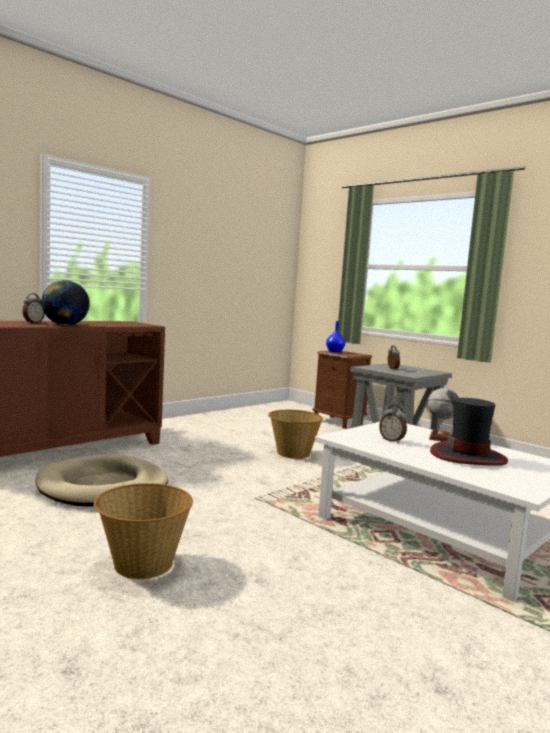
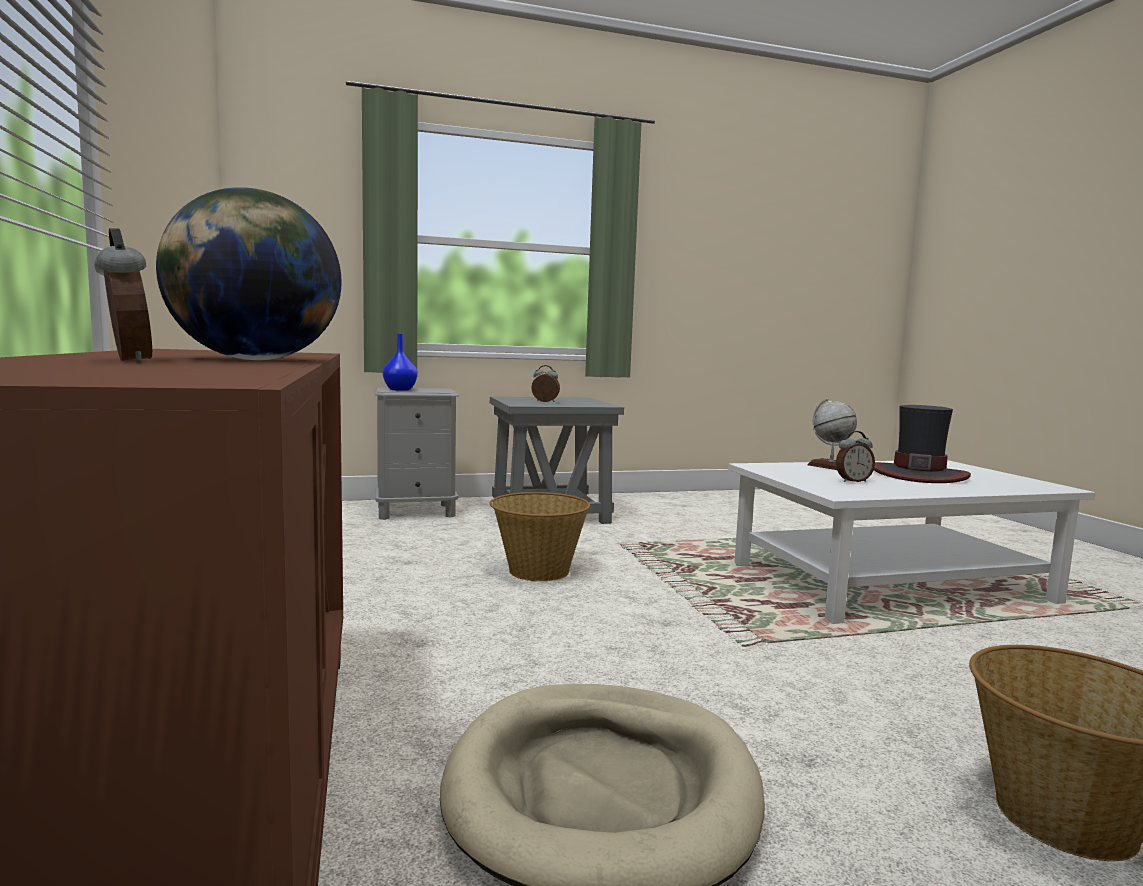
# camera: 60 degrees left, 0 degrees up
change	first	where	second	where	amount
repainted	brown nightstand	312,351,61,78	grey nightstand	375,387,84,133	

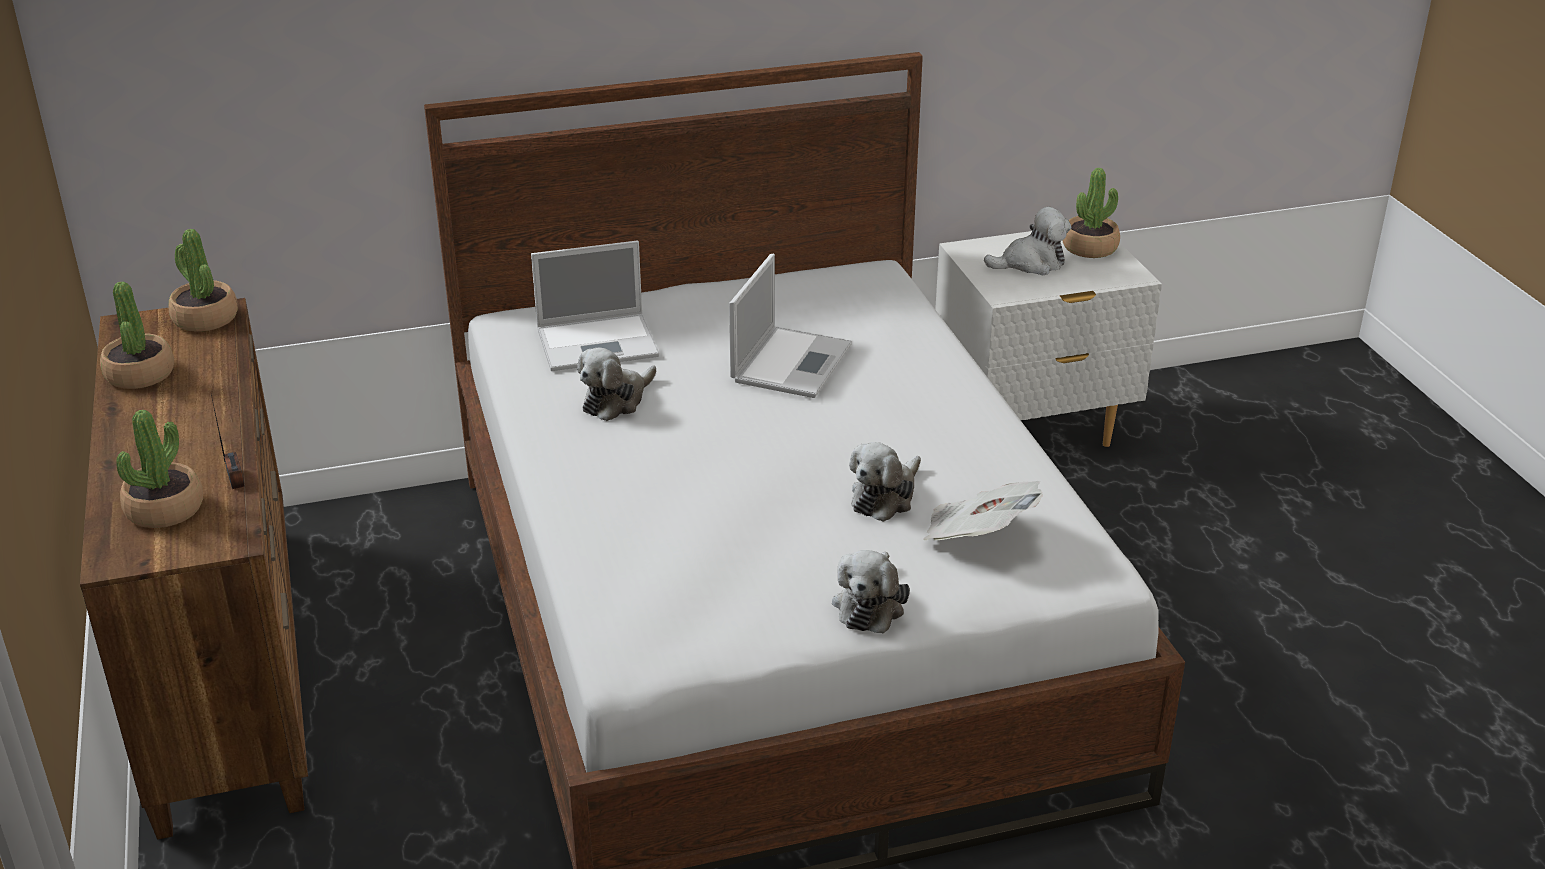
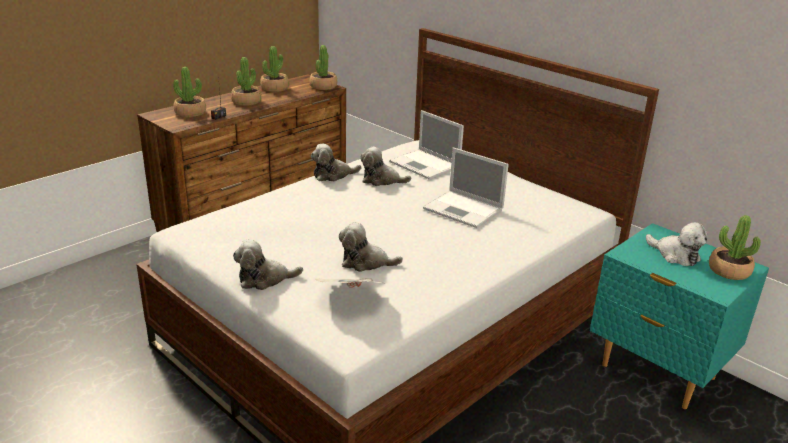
# camera: 60 degrees right, 5 degrees down
change	first	where	second	where	amount
rotated	laptop	729,254,123,144		423,148,86,80	45 degrees clockwise
repainted	white nightstand	935,231,227,216	turquoise nightstand	590,223,179,186	
new			potted plant	231,57,31,49	
new			plush toy	311,144,50,37	

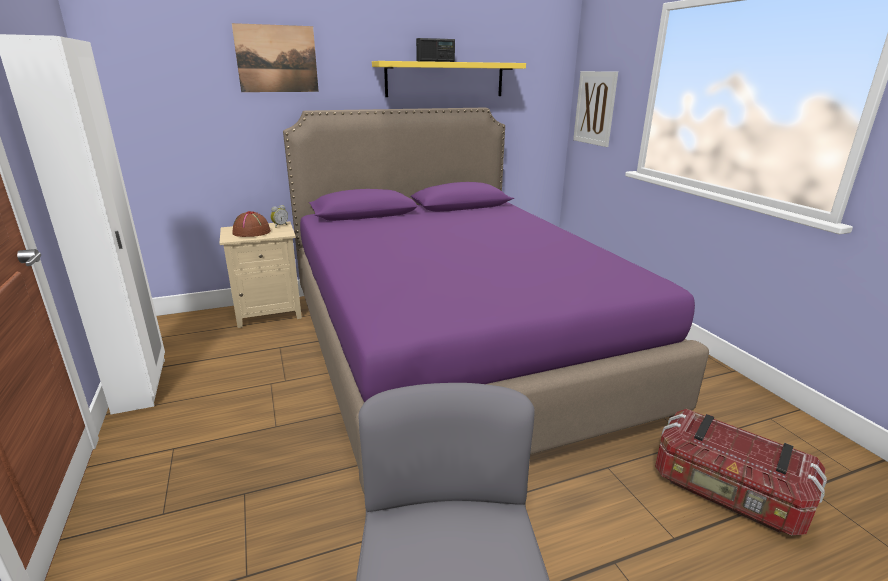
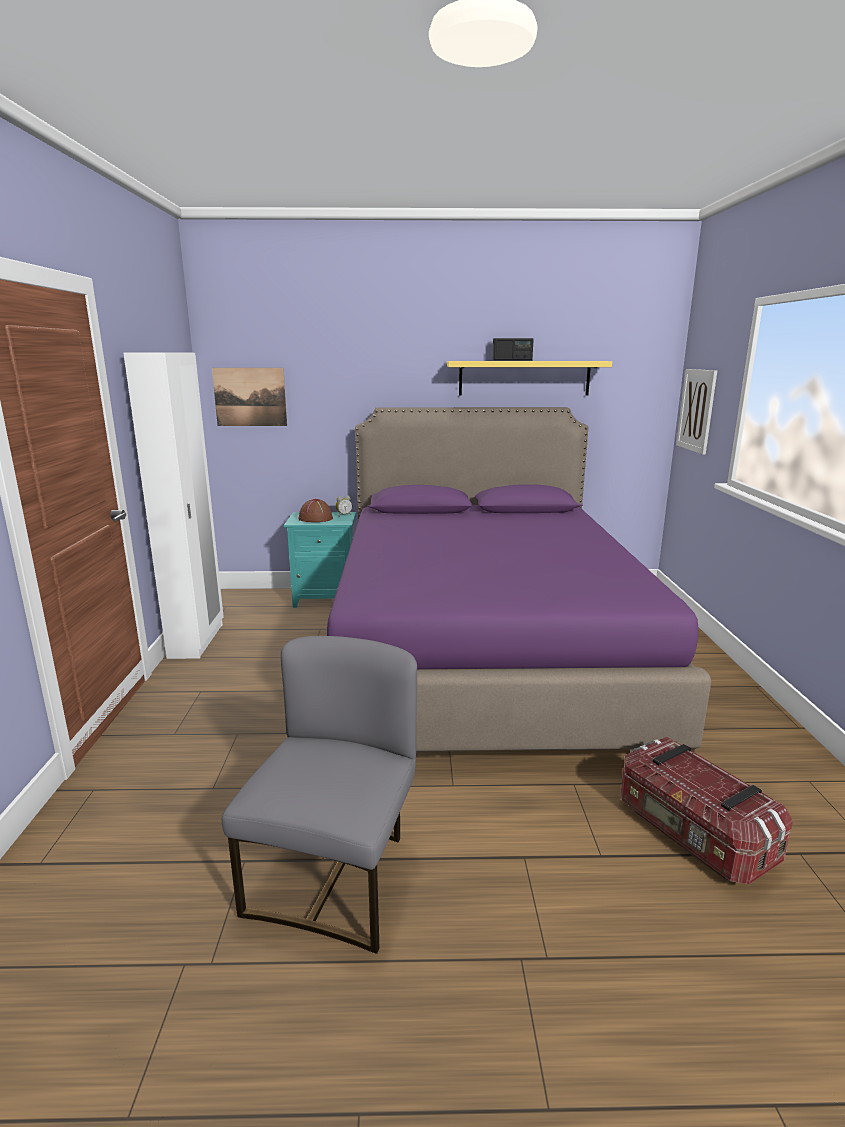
# camera: 20 degrees right, 5 degrees down
change	first	where	second	where	amount
repainted	beige nightstand	220,221,82,107	turquoise nightstand	284,512,72,96	
shifted	picture	232,23,87,69		212,368,75,58	

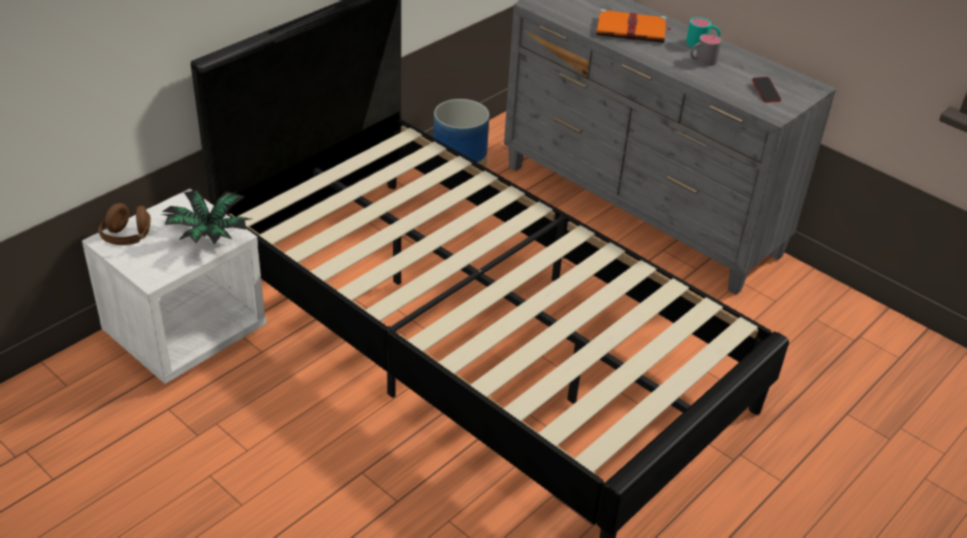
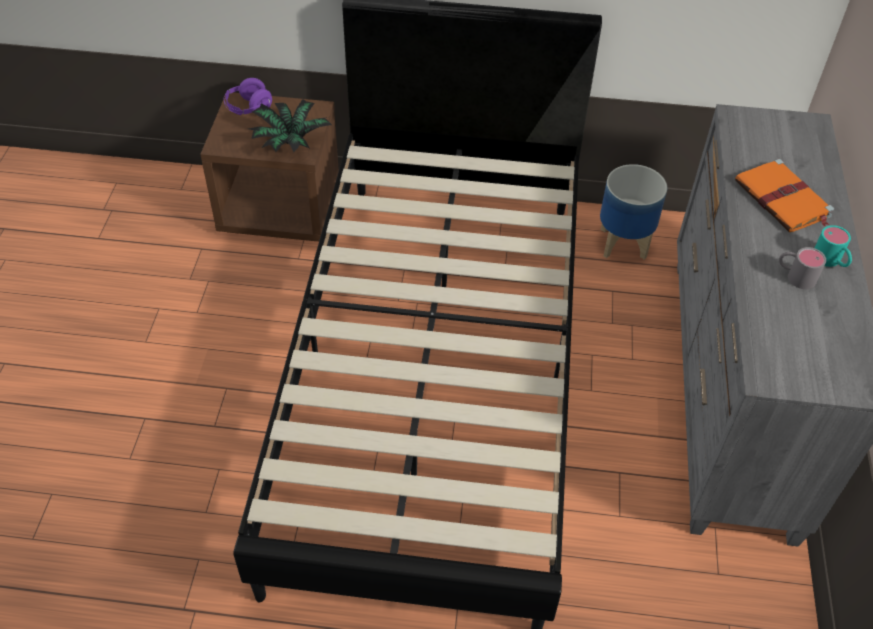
# camera: 55 degrees right, 10 degrees up
change	first	where	second	where	amount
repainted	white nightstand	82,189,185,195	brown nightstand	200,92,139,149	
repainted	brown headphones	98,203,53,42	purple headphones	224,78,48,37	
gone	phone	752,77,29,25			

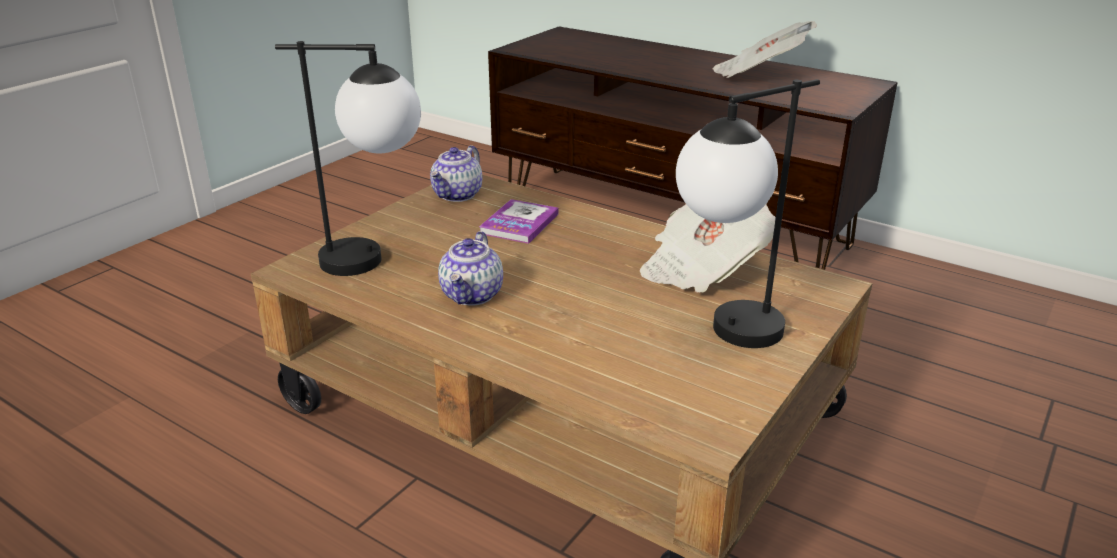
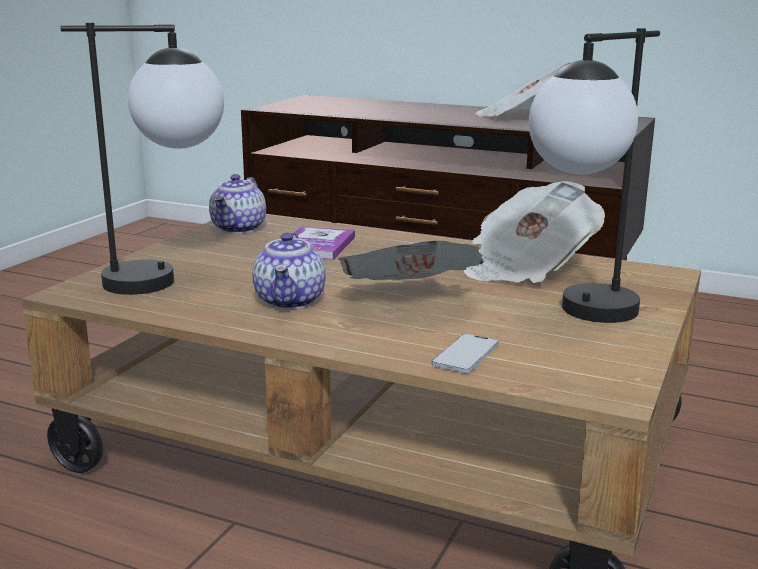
# camera: 10 degrees left, 10 degrees down
change	first	where	second	where	amount
new			newspaper	338,241,146,39	
new			phone	432,334,67,39	

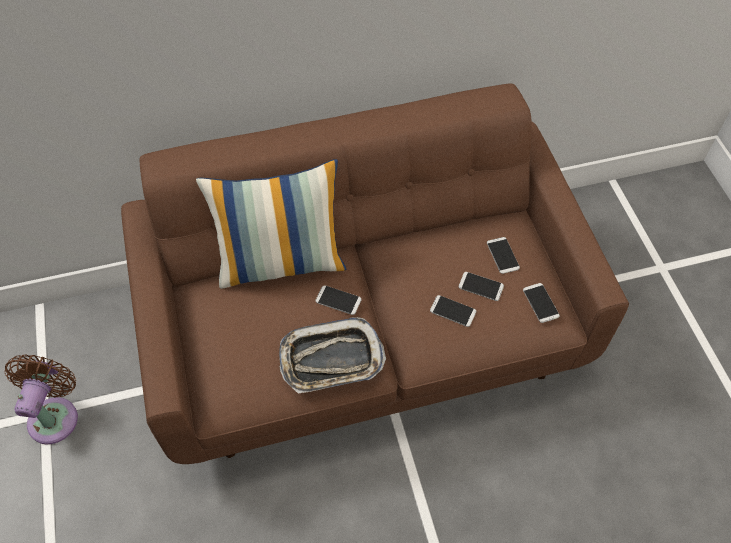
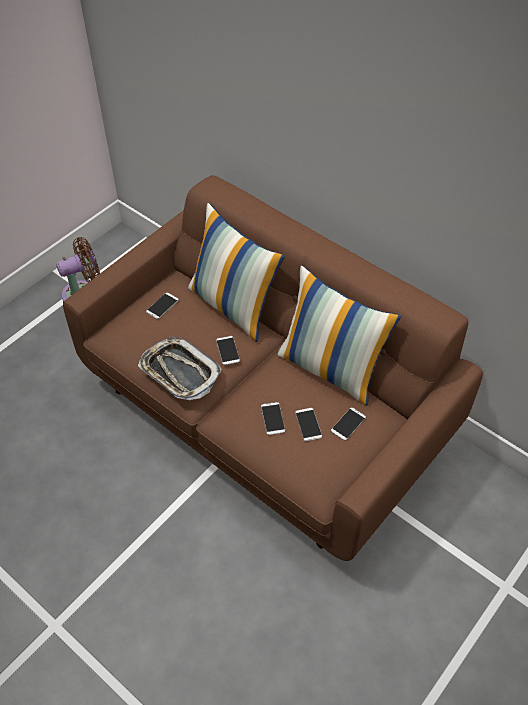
# camera: 55 degrees right, 5 degrees down
change	first	where	second	where	amount
shifted	phone	523,283,37,40		146,293,33,26	
new			pillow	277,266,124,140	

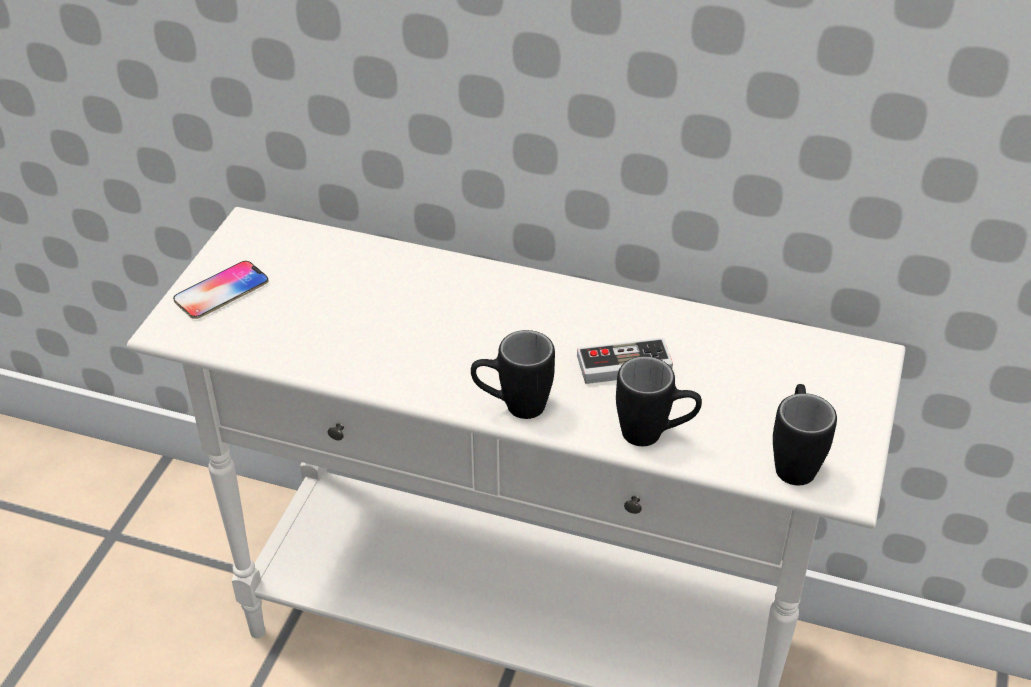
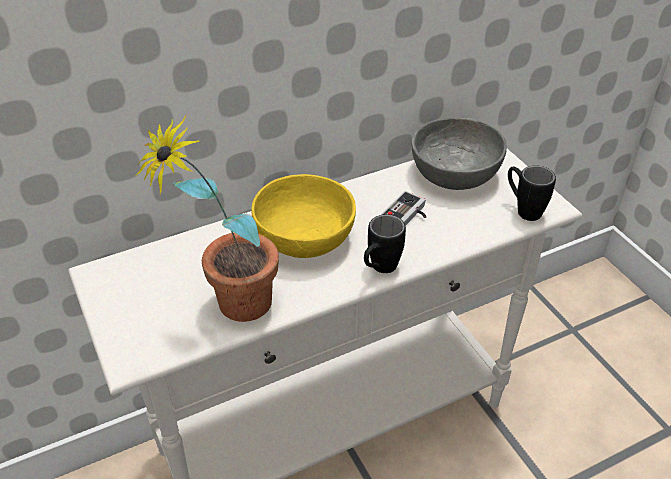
# camera: 45 degrees left, 0 degrees up
change	first	where	second	where	amount
gone	phone	173,261,96,58			
gone	black mug	616,356,86,90			
new			potted plant	134,115,145,207	
new			yellow bowl	251,174,105,84	
new			grey bowl	411,117,96,73	

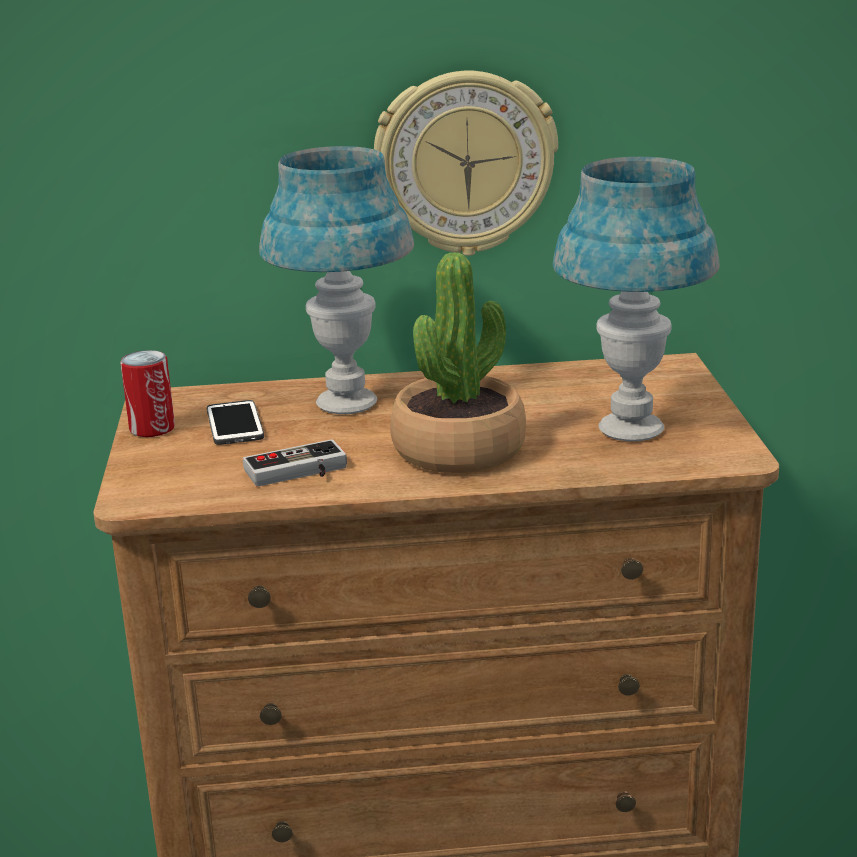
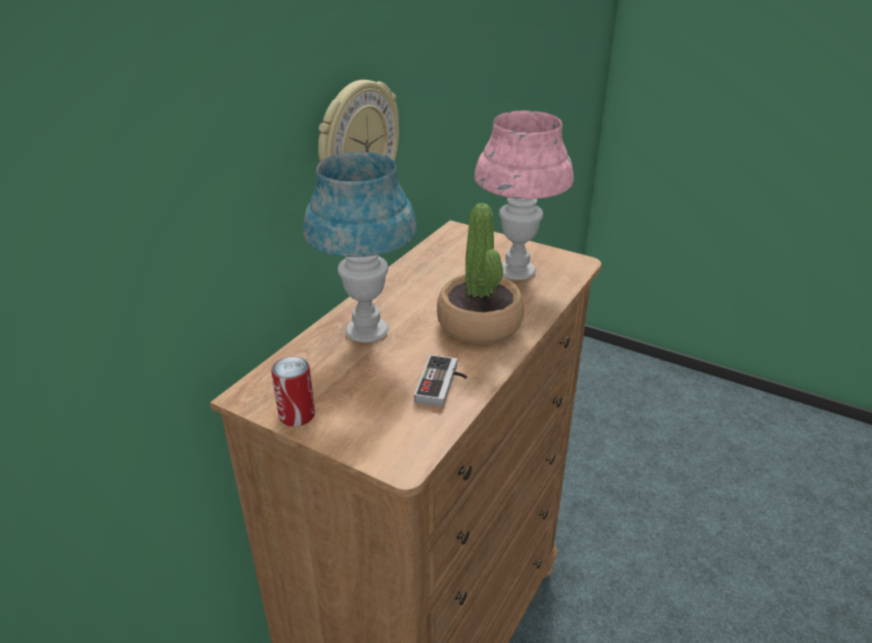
# camera: 55 degrees left, 10 degrees up
change	first	where	second	where	amount
gone	phone	207,400,57,45			
repainted	blue table lamp	553,157,167,285	pink table lamp	474,111,100,169	

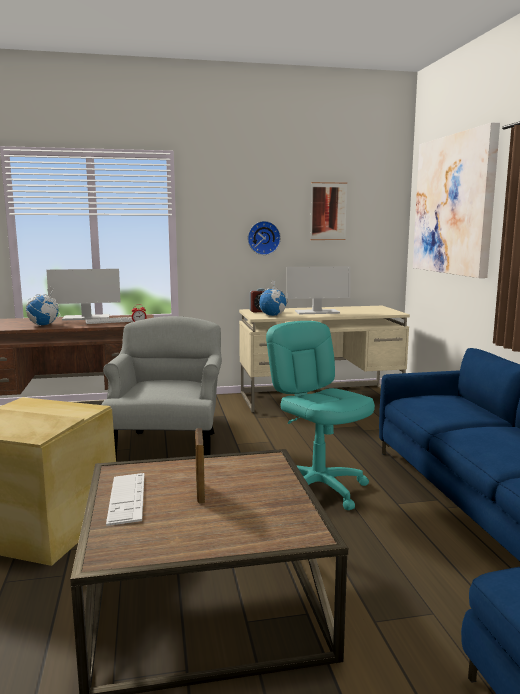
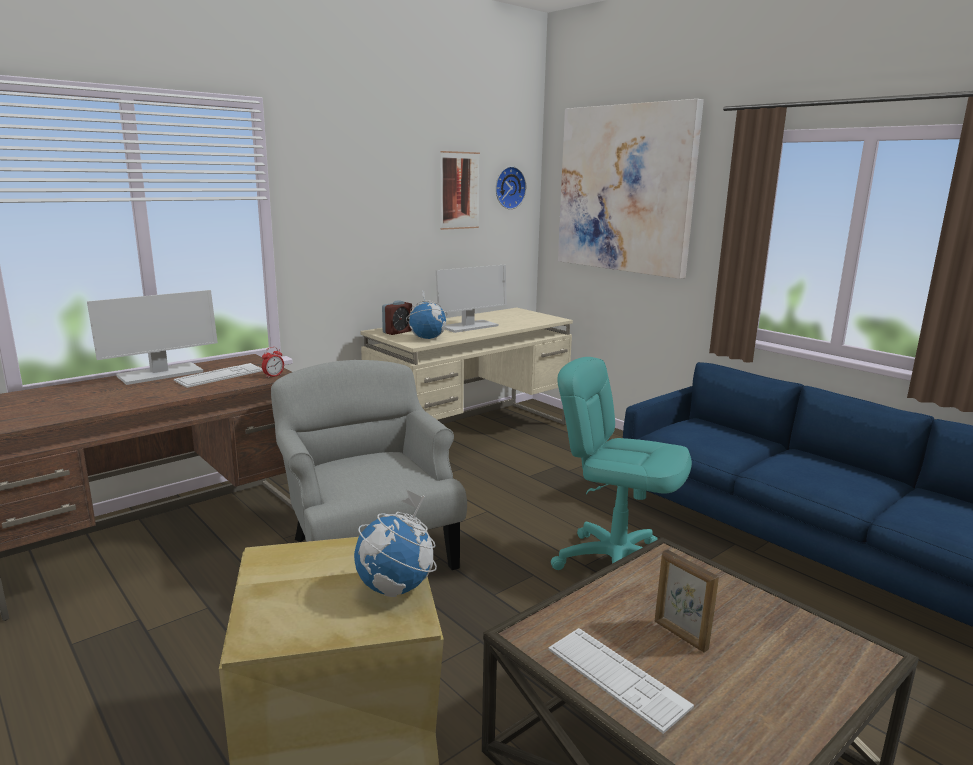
# camera: 30 degrees left, 5 degrees up
change	first	where	second	where	amount
shifted	globe	26,286,34,40		354,490,83,107	
shifted	wall clock	248,221,33,34		496,166,30,43	

